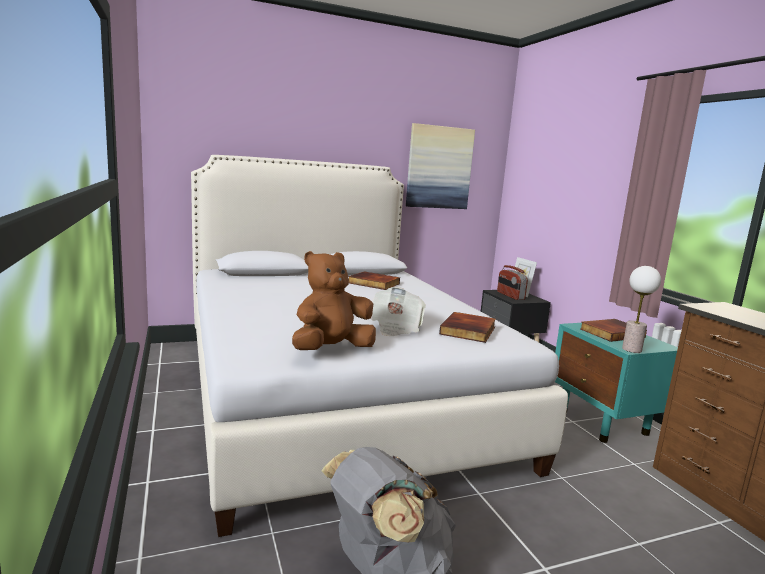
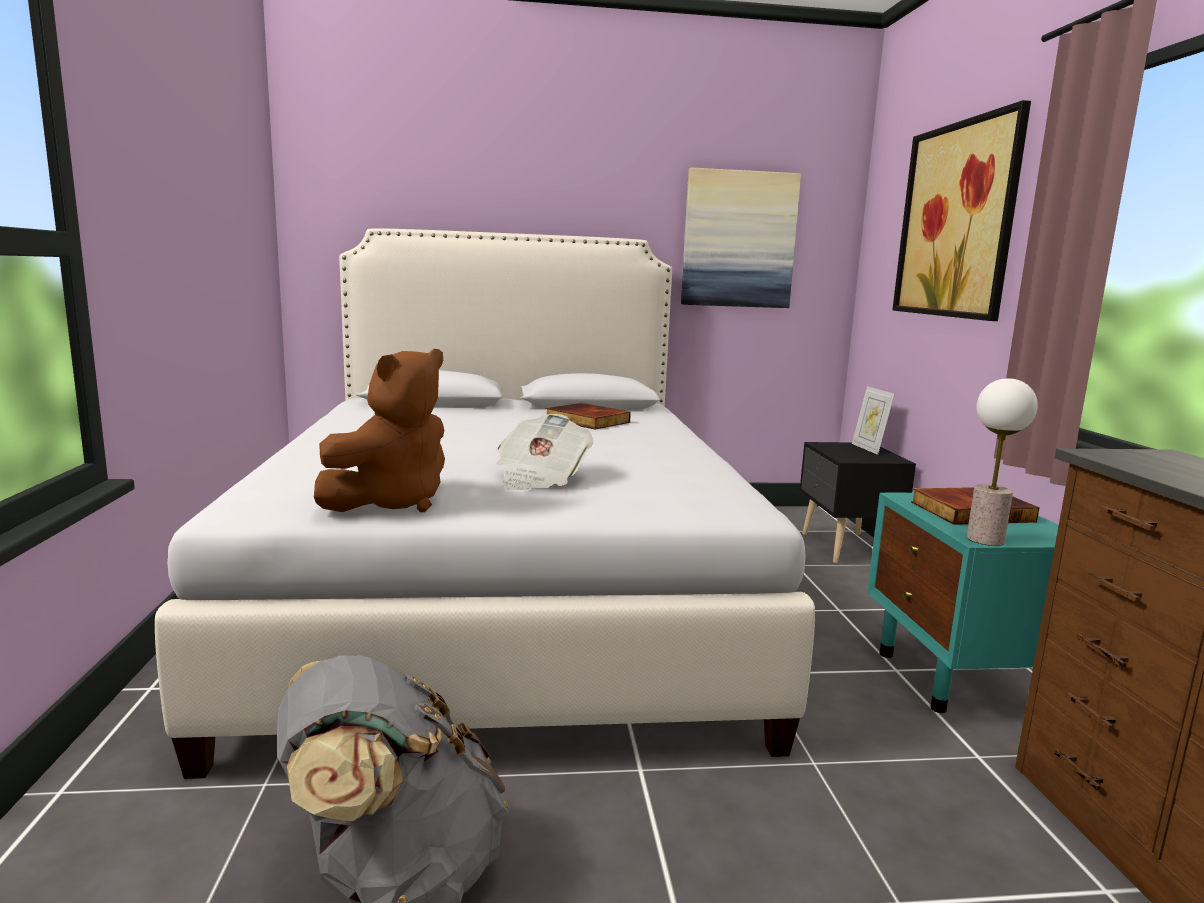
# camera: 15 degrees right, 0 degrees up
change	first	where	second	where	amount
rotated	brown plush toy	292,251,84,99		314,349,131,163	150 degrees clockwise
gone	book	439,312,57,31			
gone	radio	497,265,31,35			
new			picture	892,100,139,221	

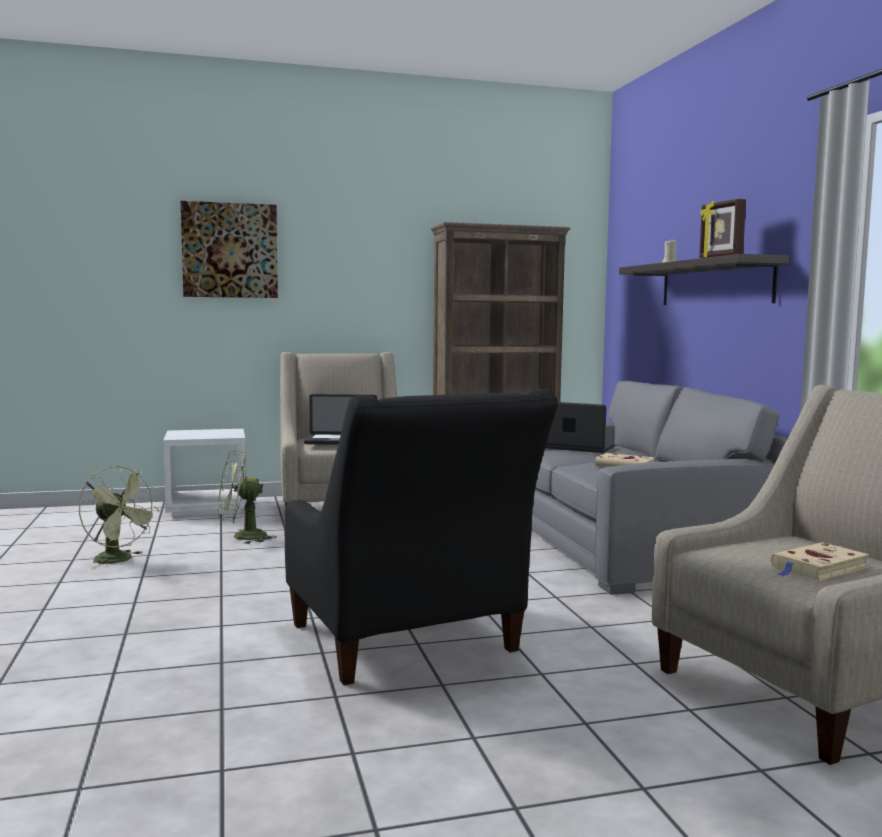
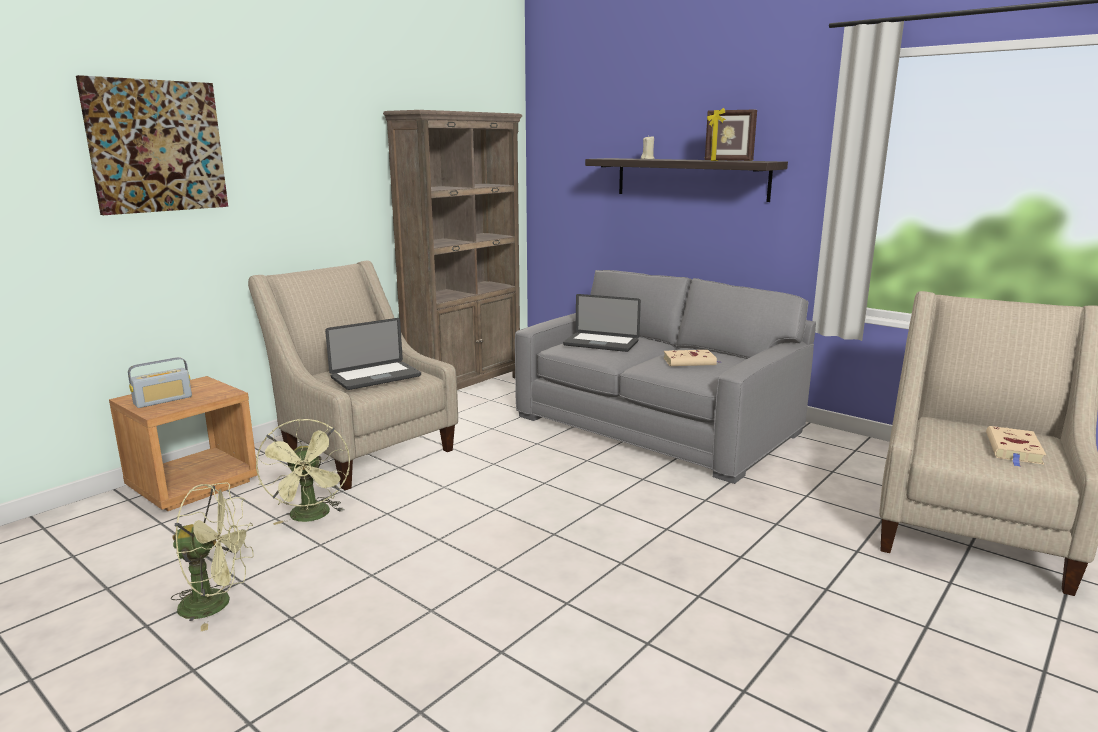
# camera: 35 degrees left, 10 degrees up
change	first	where	second	where	amount
repainted	white nightstand	163,429,84,88	brown nightstand	109,376,148,135	
rotated	green fan	218,451,59,93		256,419,94,106	60 degrees counterclockwise
gone	black armchair	285,389,273,296			
rotated	laptop	545,402,70,51		563,294,78,58	150 degrees counterclockwise
new			radio	128,357,64,51	

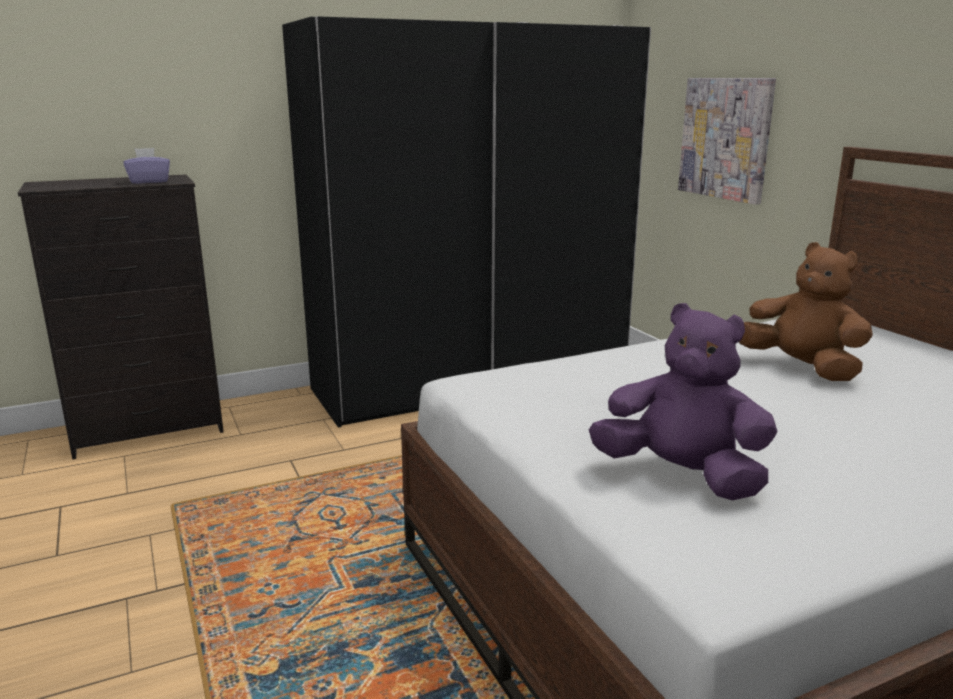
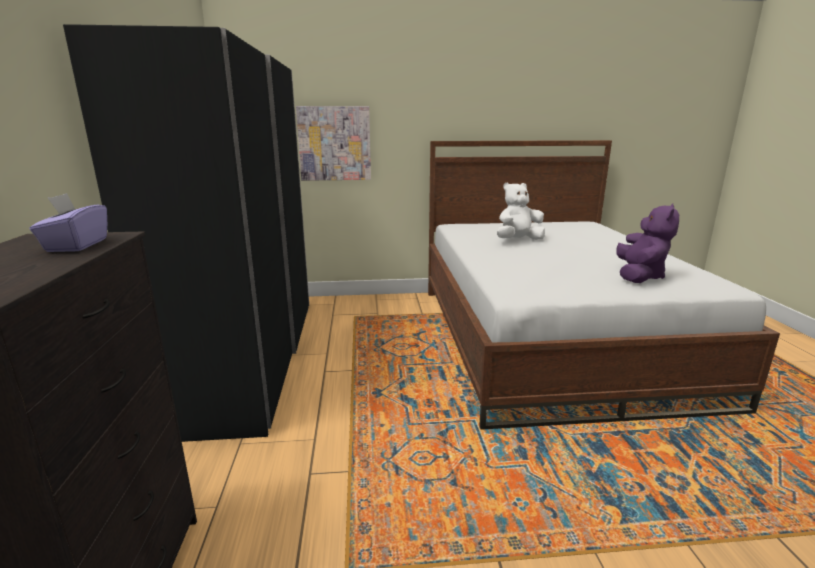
# camera: 70 degrees left, 0 degrees up
change	first	where	second	where	amount
rotated	purple plush toy	589,303,189,197		617,203,62,80	150 degrees clockwise
repainted	brown plush toy	739,242,134,139	white plush toy	497,183,48,57	

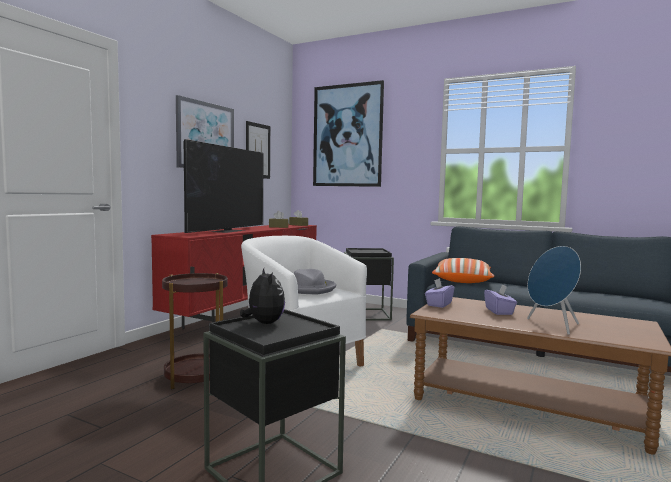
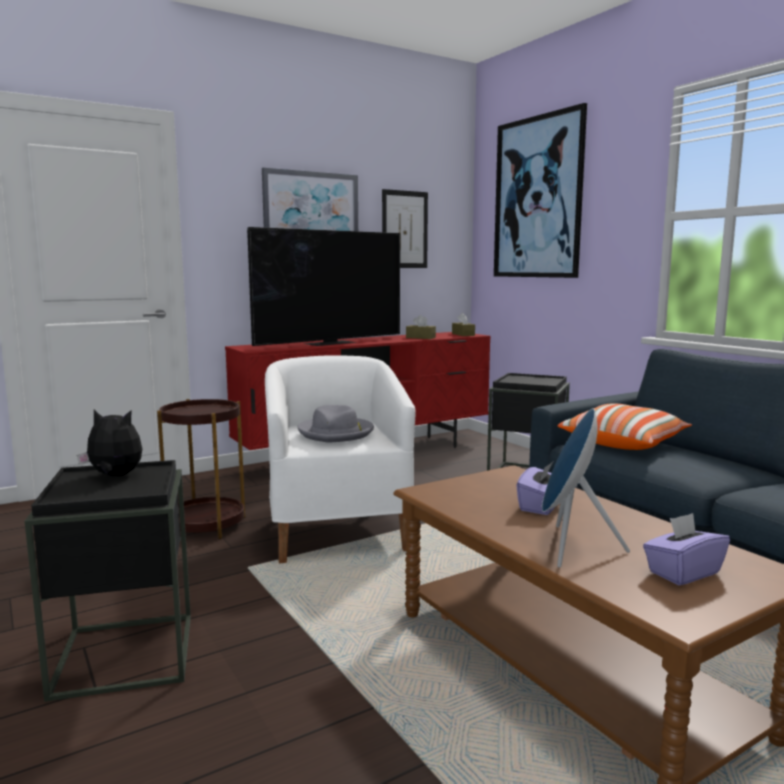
# camera: 30 degrees right, 5 degrees up
change	first	where	second	where	amount
rotated	plush toy	240,268,45,56		77,410,65,66	90 degrees counterclockwise
shifted	purple tissue box	425,278,29,30		643,513,87,72	

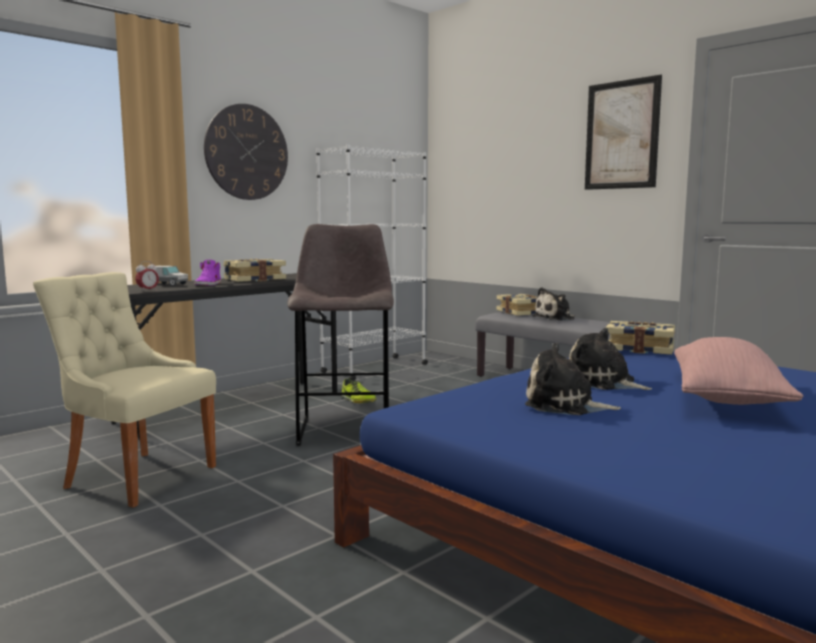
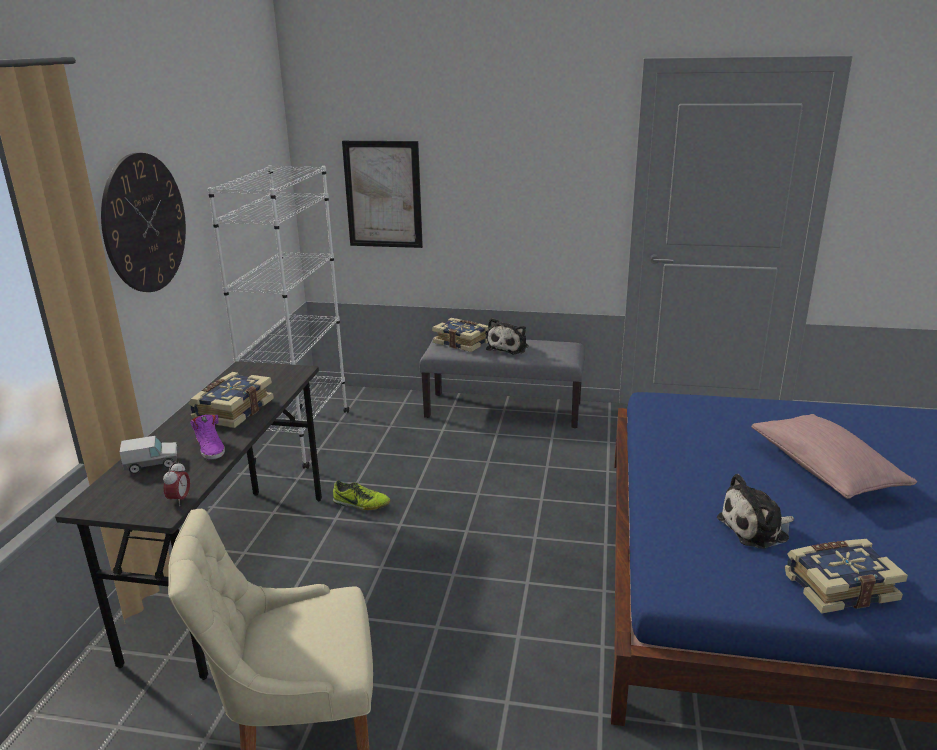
# camera: 35 degrees left, 15 degrees up
change	first	where	second	where	amount
gone	grey stool	287,224,107,222			
gone	plush toy	569,328,83,62			
shifted	picture	585,75,77,115		342,141,81,107	
shifted	book	605,321,70,34		785,539,123,75	

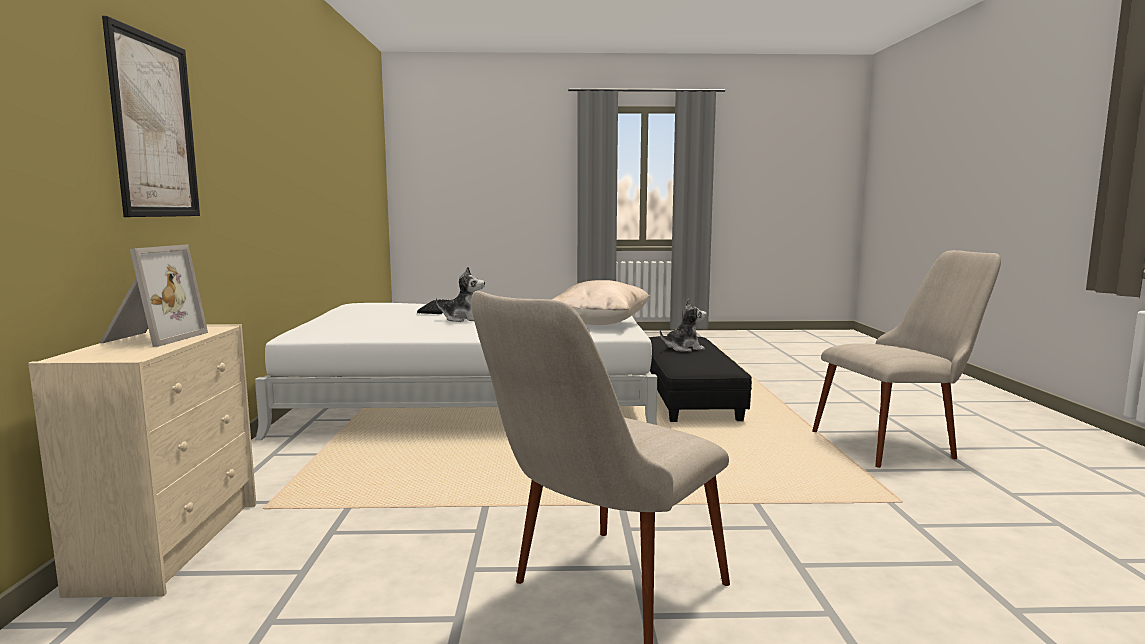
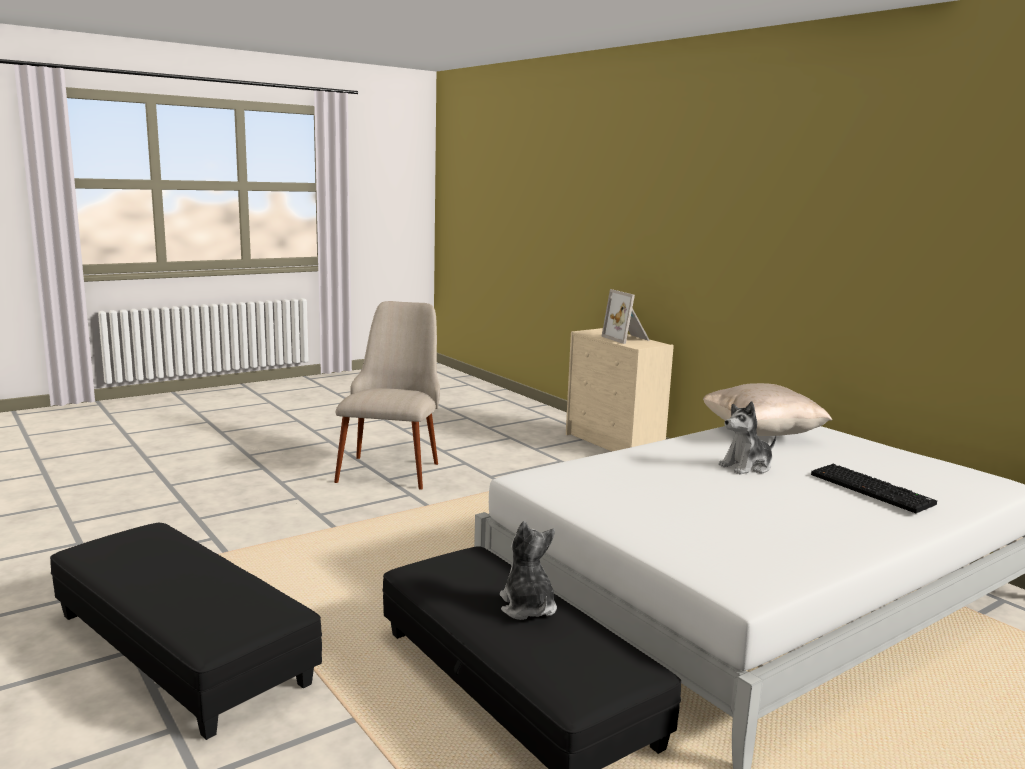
# camera: 145 degrees right, 5 degrees up
change	first	where	second	where	amount
gone	picture	102,16,98,201			
shifted	beige pillow	551,280,99,45		703,383,129,53	
rotated	plush toy	660,299,46,53		500,521,57,99	120 degrees clockwise
swapped	beige chair	812,250,189,218	black ottoman	50,523,272,217	

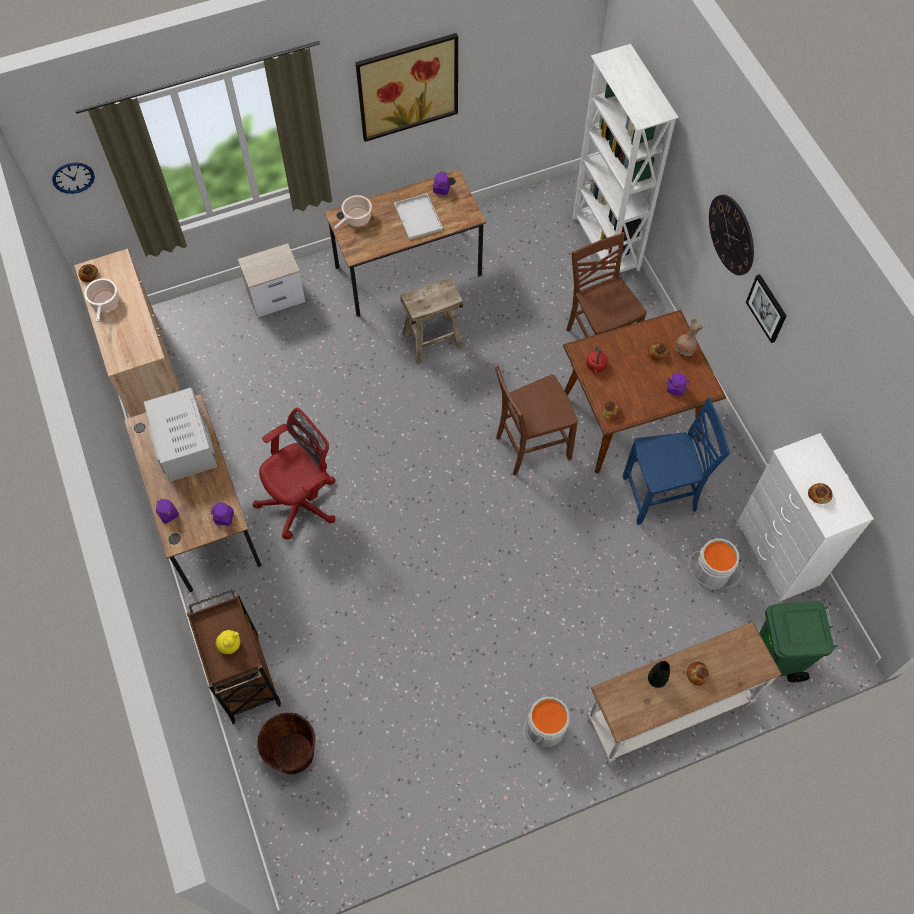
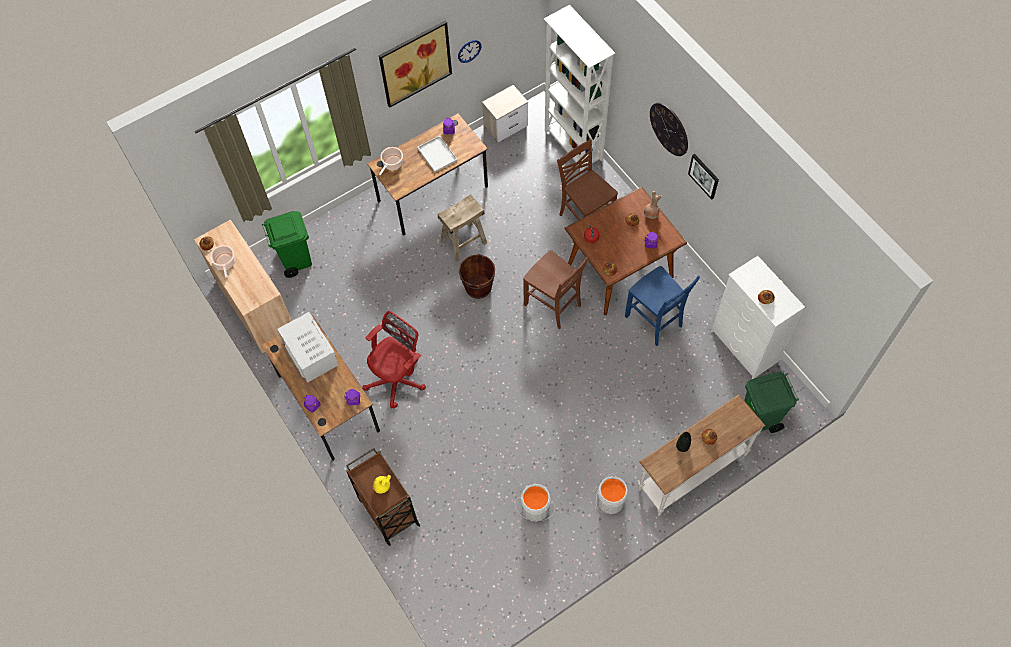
# camera: 10 degrees left, 0 degrees up
change	first	where	second	where	amount
shifted	wall clock	52,163,43,31		458,40,23,23	
shifted	nightstand	238,243,67,75		482,85,46,57	
shifted	brown bucket	257,713,58,61		459,254,36,45	
rotated	brown chair	495,364,83,112		523,250,67,79	105 degrees counterclockwise
rotated	blue chair	623,398,107,127		625,266,75,80	75 degrees clockwise
shifted	grey bucket	689,538,54,52		515,484,40,38	
new			green trash can	262,211,50,67	

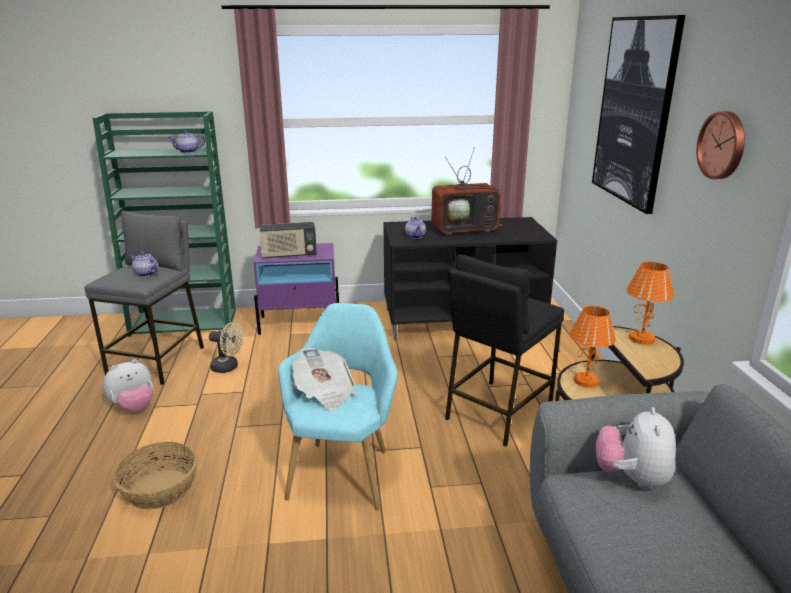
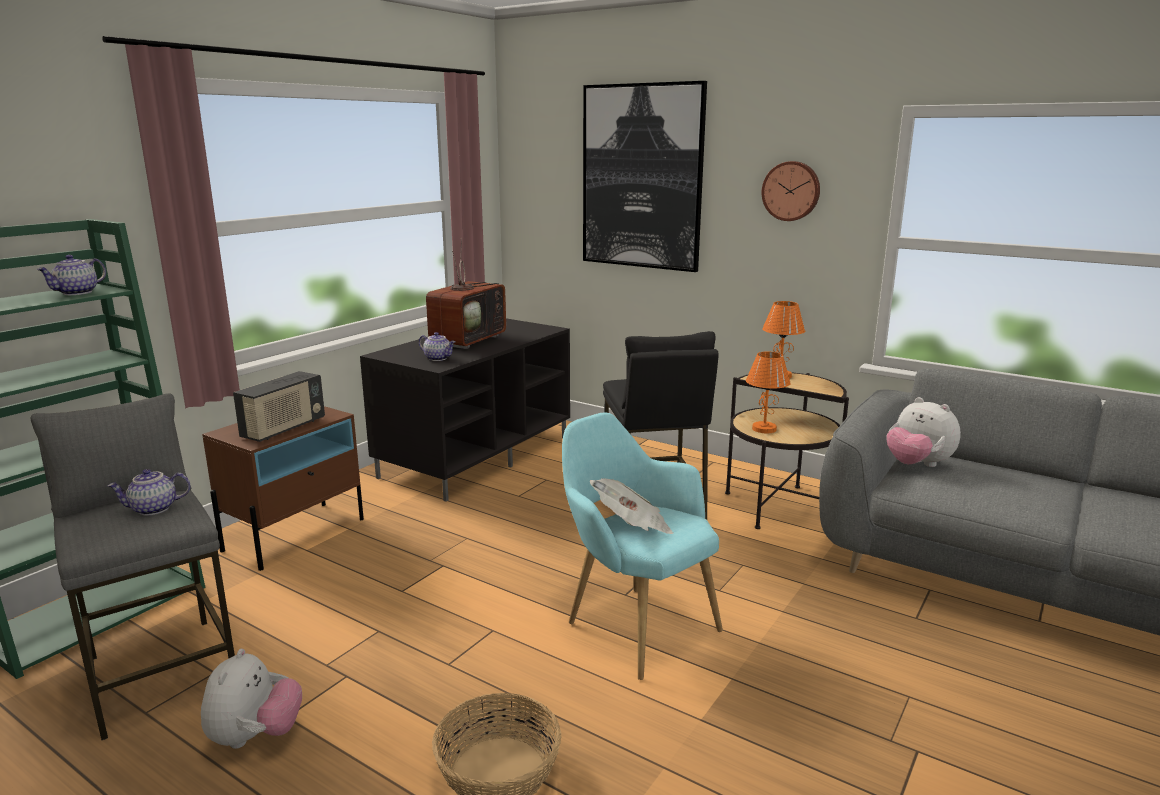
# camera: 50 degrees left, 5 degrees down
change	first	where	second	where	amount
gone	beige fan	209,322,35,51			
repainted	purple nightstand	253,243,86,92	brown nightstand	202,406,162,165	

